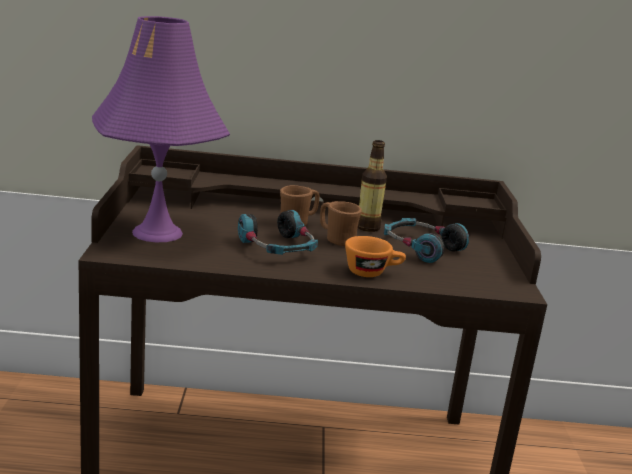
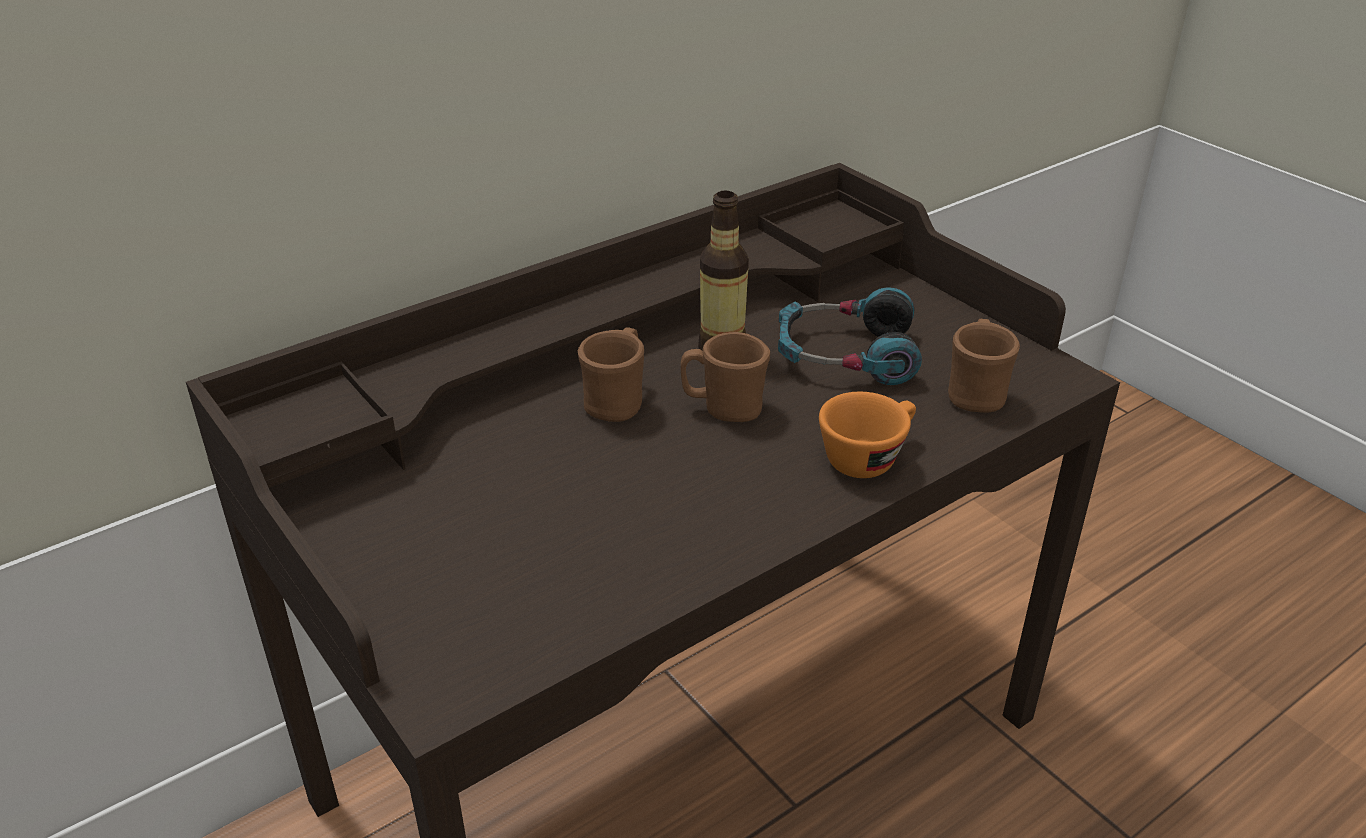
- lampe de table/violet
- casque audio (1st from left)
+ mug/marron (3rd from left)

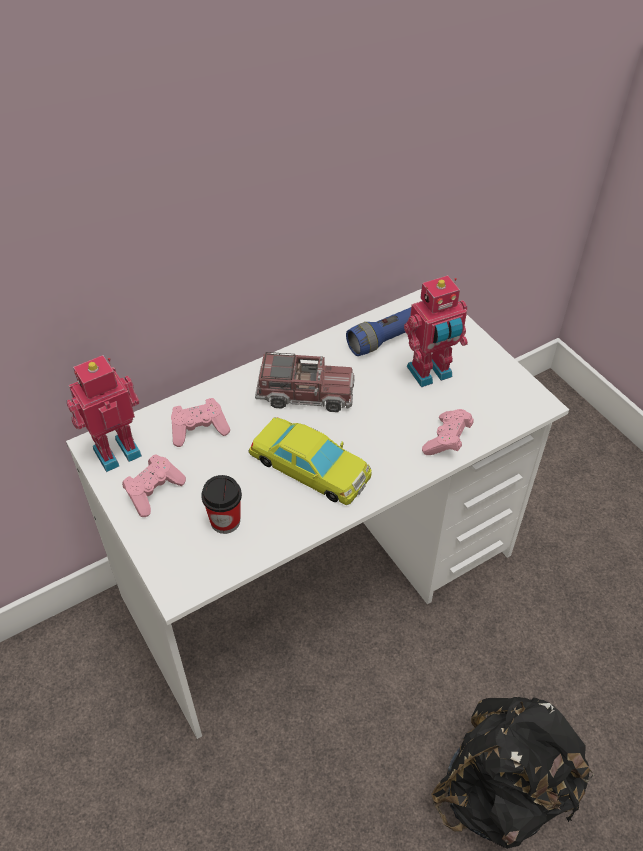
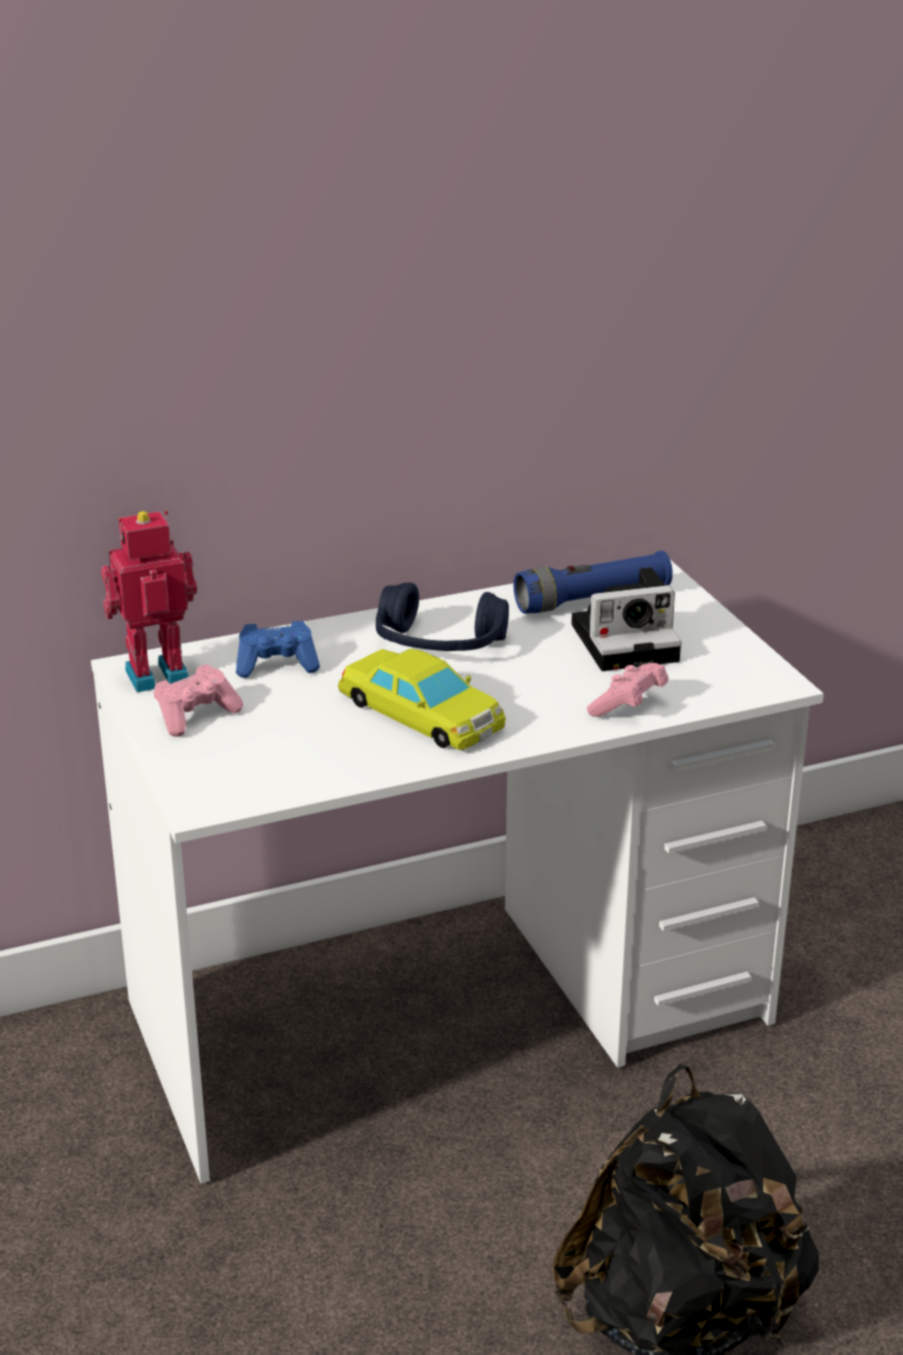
~ robot jouet (2nd from left) to appareil photo
~ camion jouet to casque audio/bleu
~ manette/rose (2nd from left) to manette/bleu
- tasse

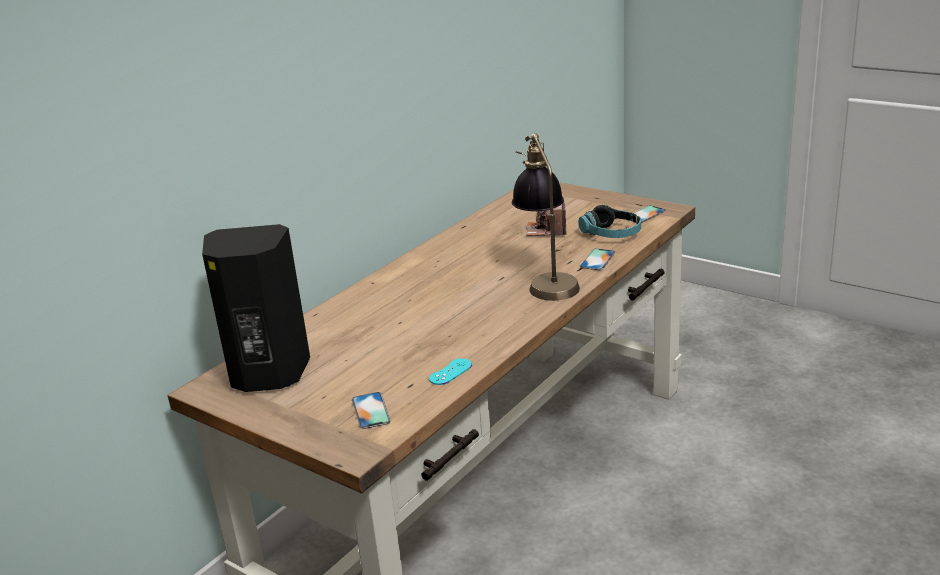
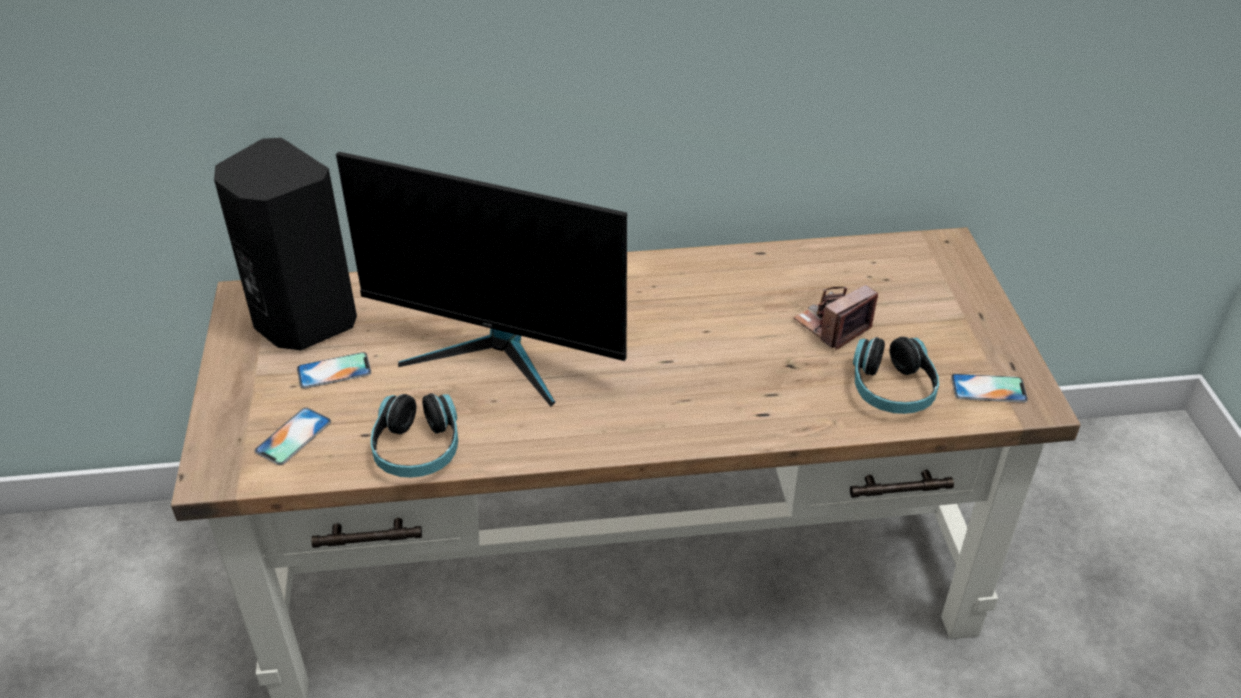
- lampe de table
~ téléphone (2nd from left)
~ manette/turquoise to casque audio (1st from left)
+ écran d'ordinateur

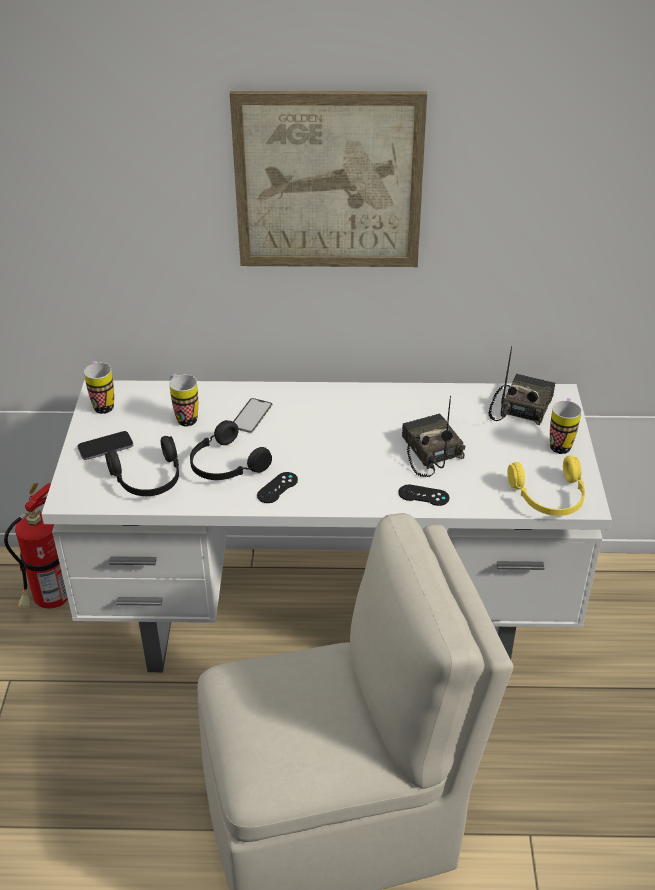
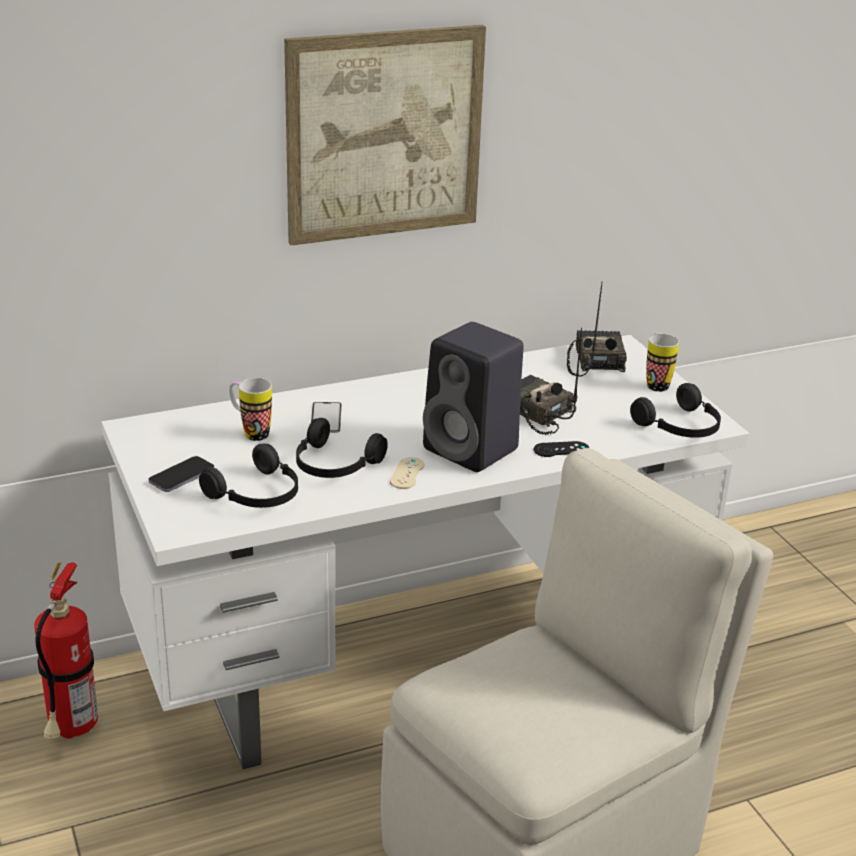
- mug (1st from left)
~ casque audio/jaune to casque audio/noir (3rd from left)
~ manette/noir (1st from left) to manette/beige
+ enceinte/noir

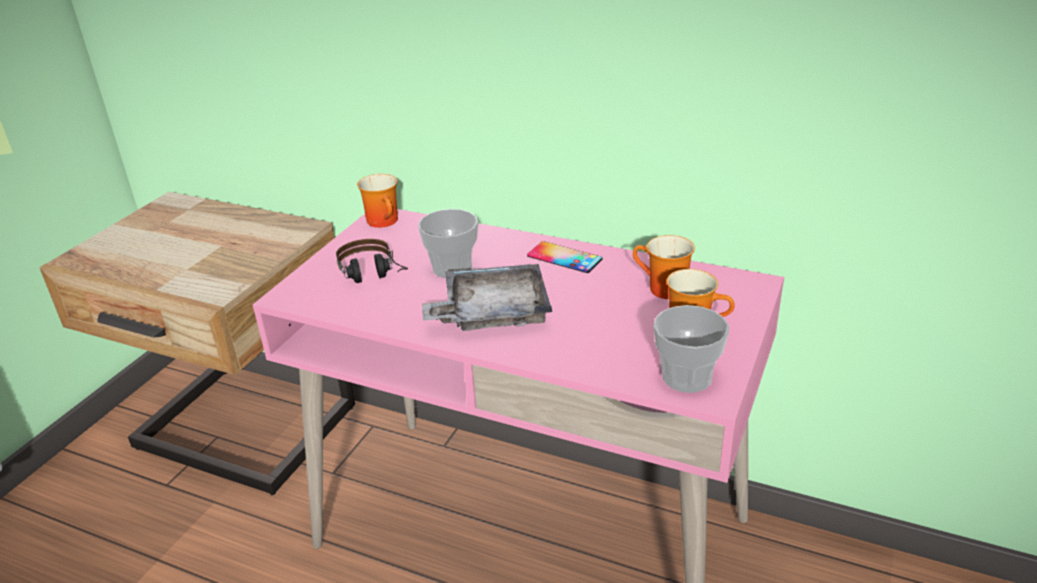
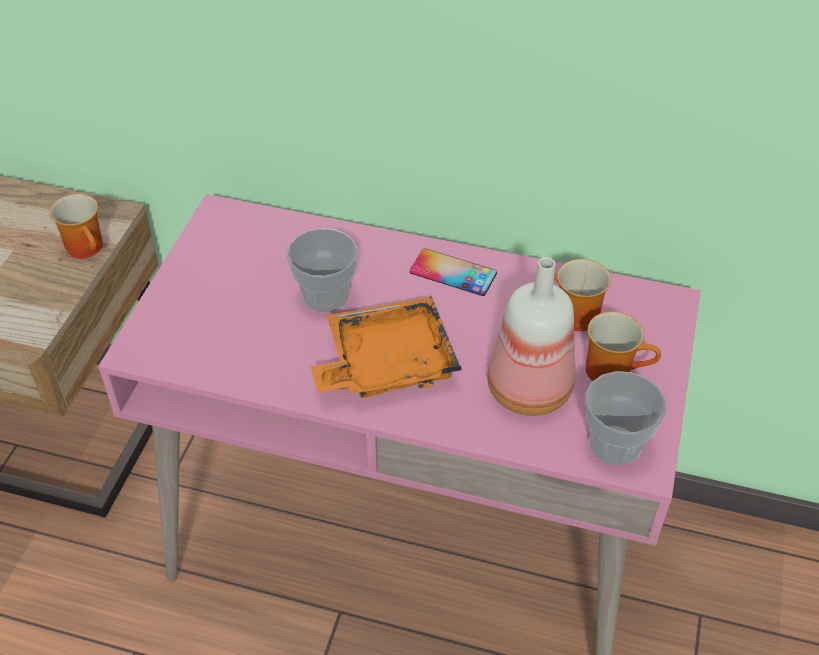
~ mug (1st from left)
- casque audio
~ plateau/gris to plateau/orange
+ bouteille

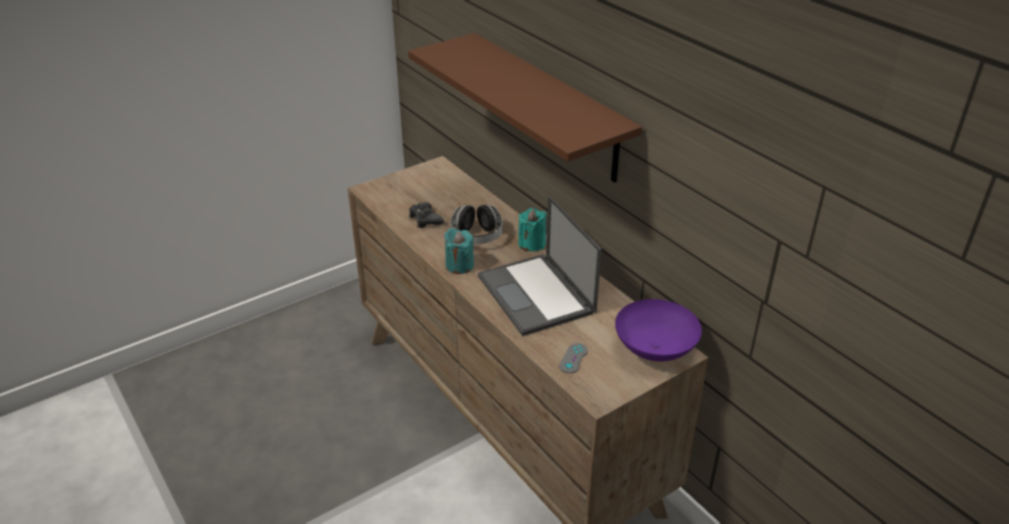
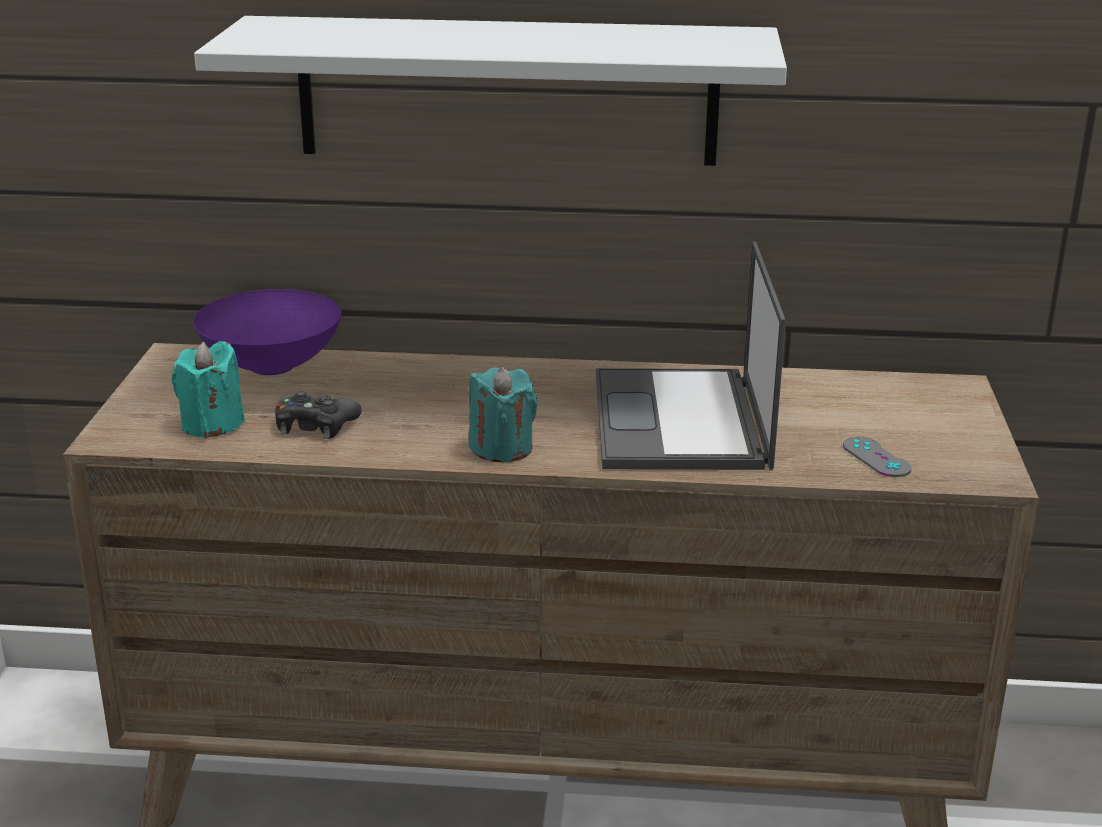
~ étagère/marron to étagère/blanc
~ ordinateur portable 75 degrees clockwise
- casque audio
~ bougie/turquoise (2nd from left in the first image) to bougie/turquoise (1st from left)
~ bol/violet

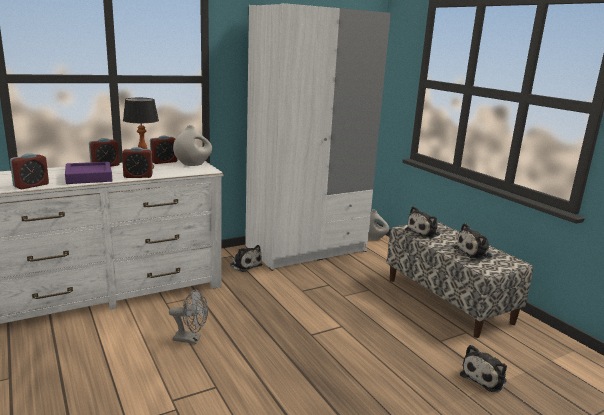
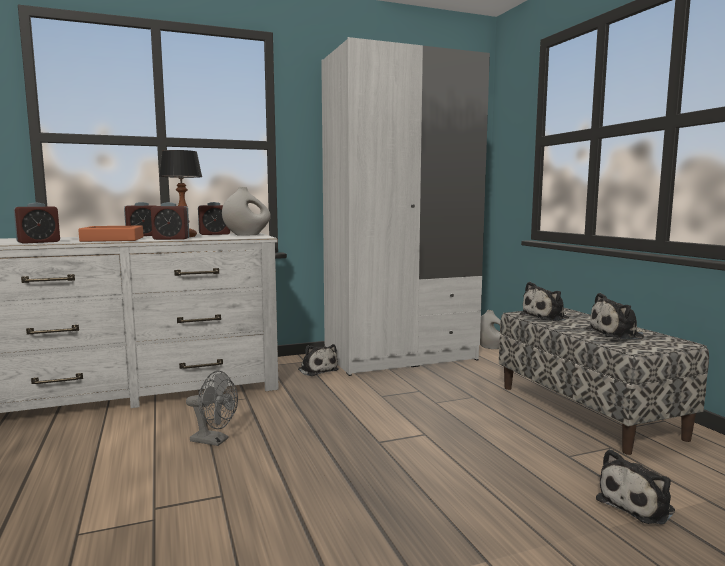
~ plateau/violet to plateau/orange

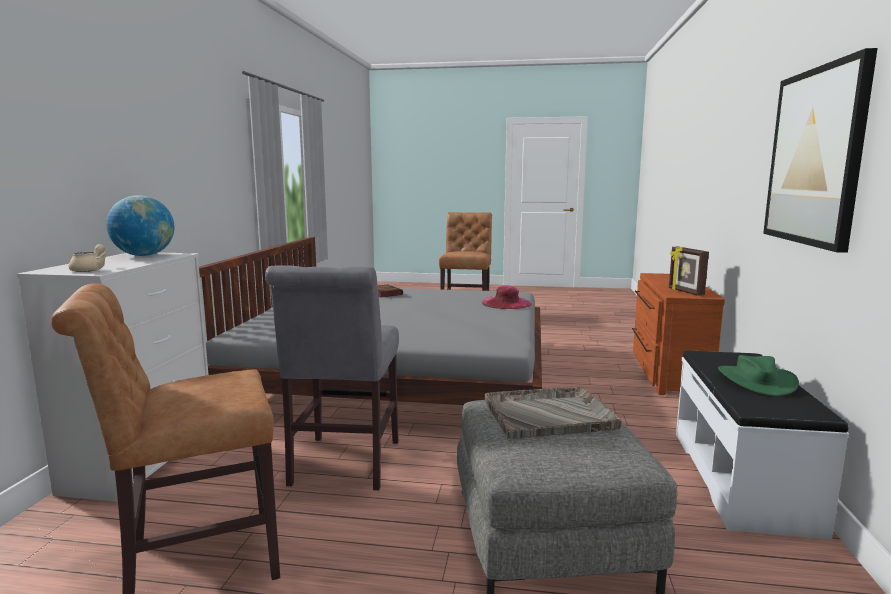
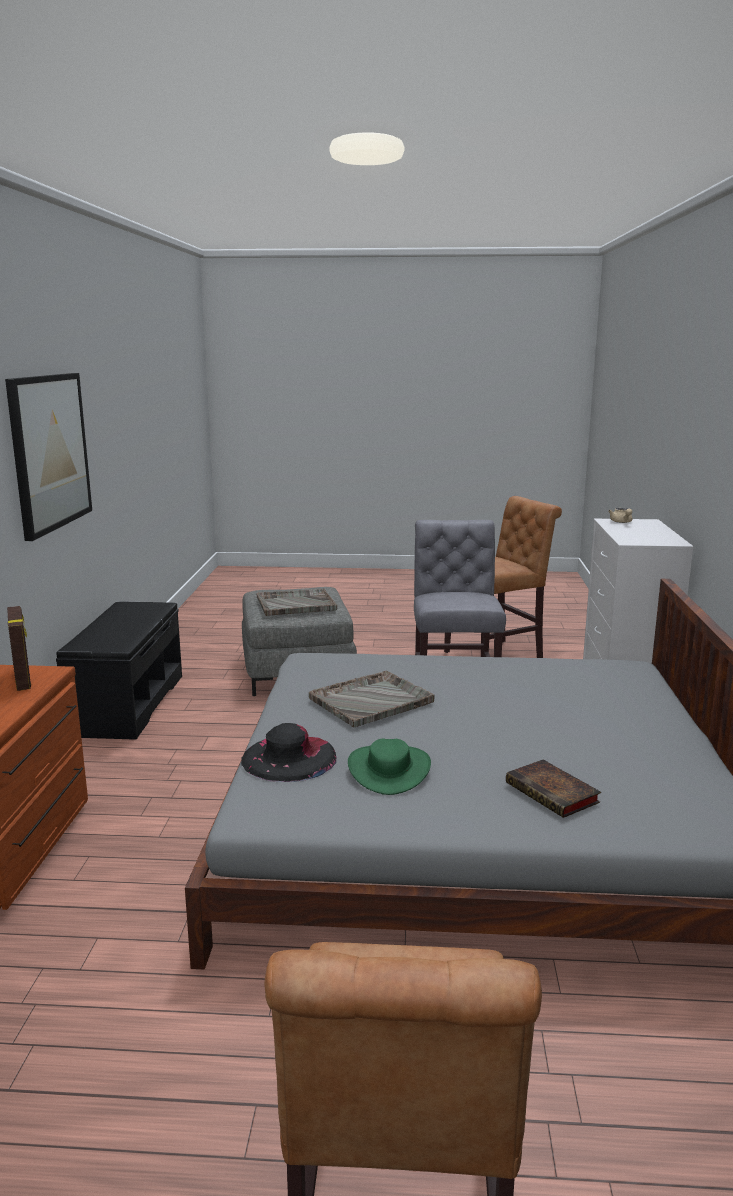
- globe
~ chapeau/rose to chapeau/noir
~ banc/blanc to banc/noir
~ chapeau/vert
+ plateau/gris (2nd from left)

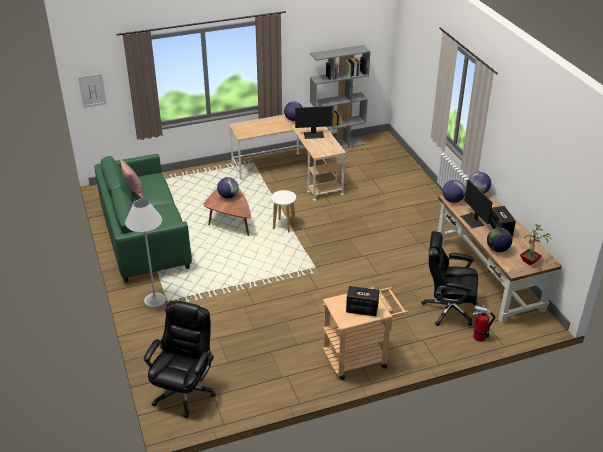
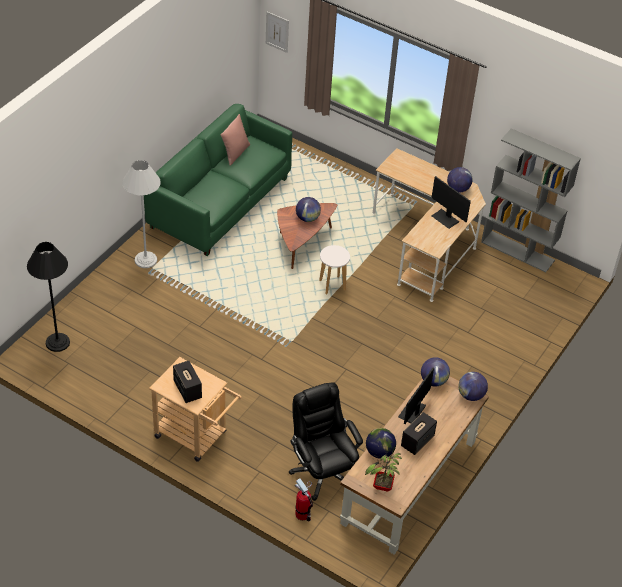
~ chaise de bureau/noir (1st from left) to lampadaire/noir

